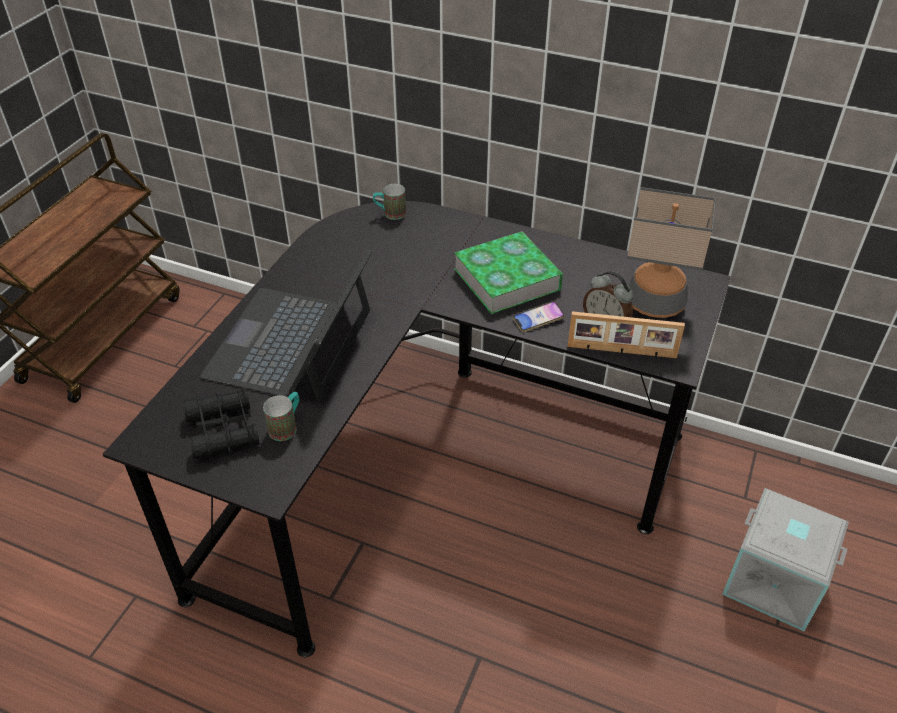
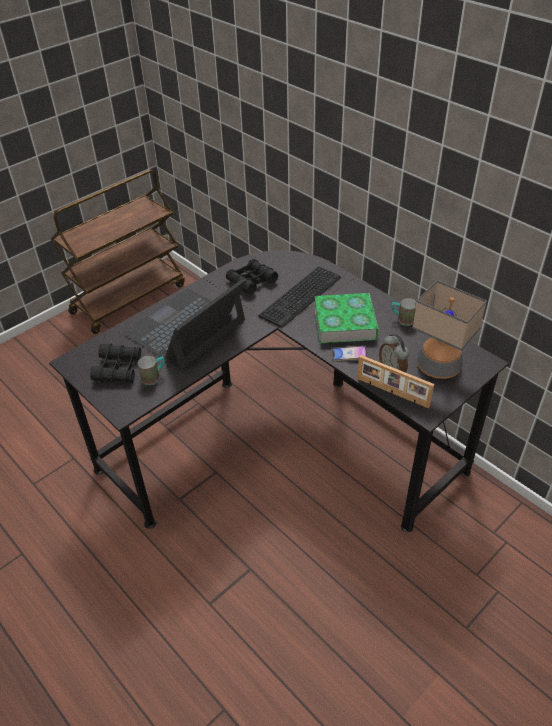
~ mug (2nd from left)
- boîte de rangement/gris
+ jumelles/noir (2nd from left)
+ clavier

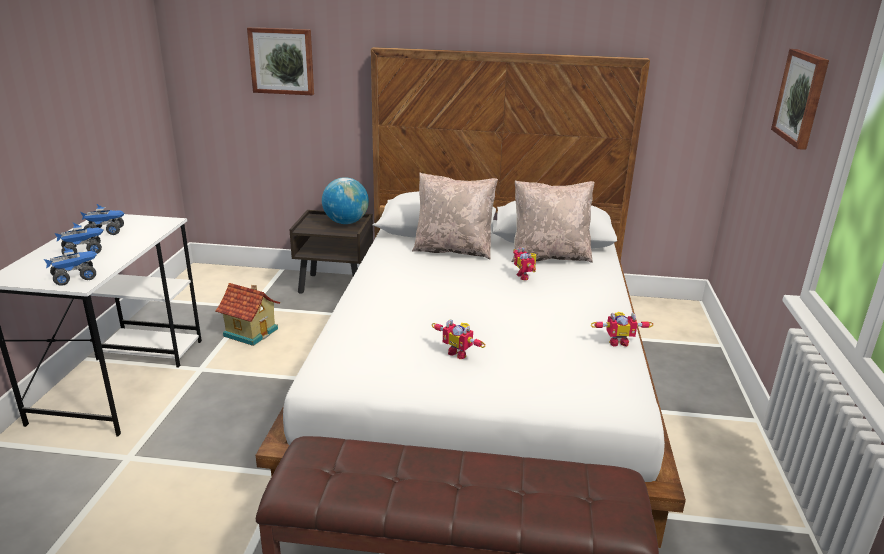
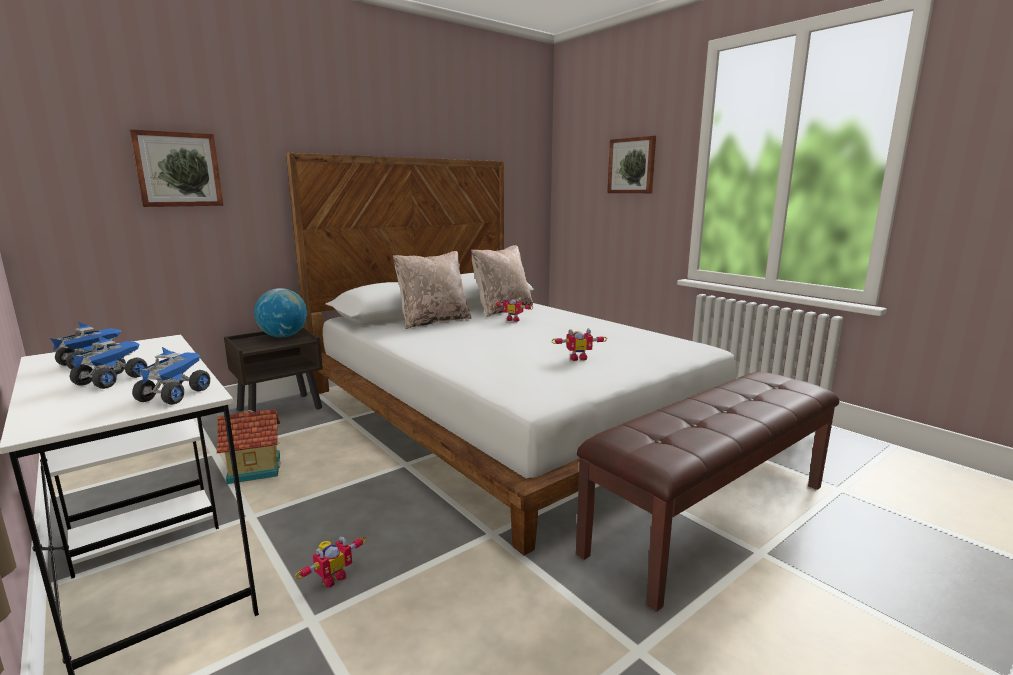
~ robot jouet (3rd from left in the first image) to robot jouet (1st from left)

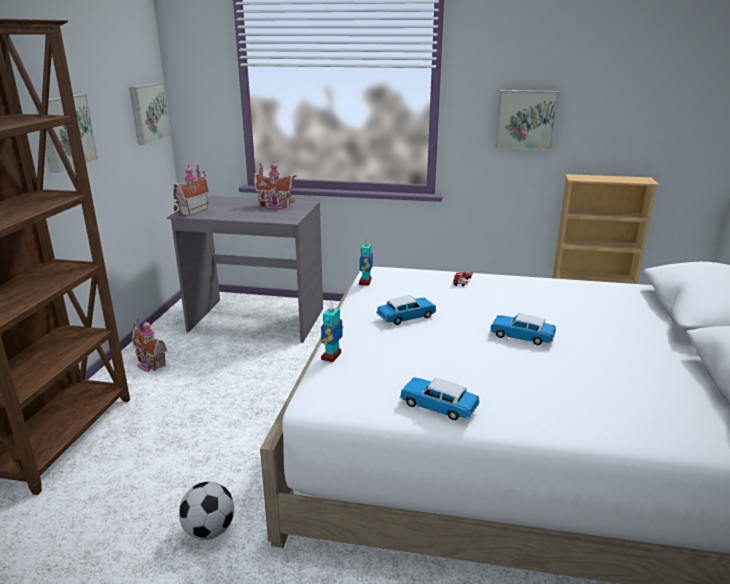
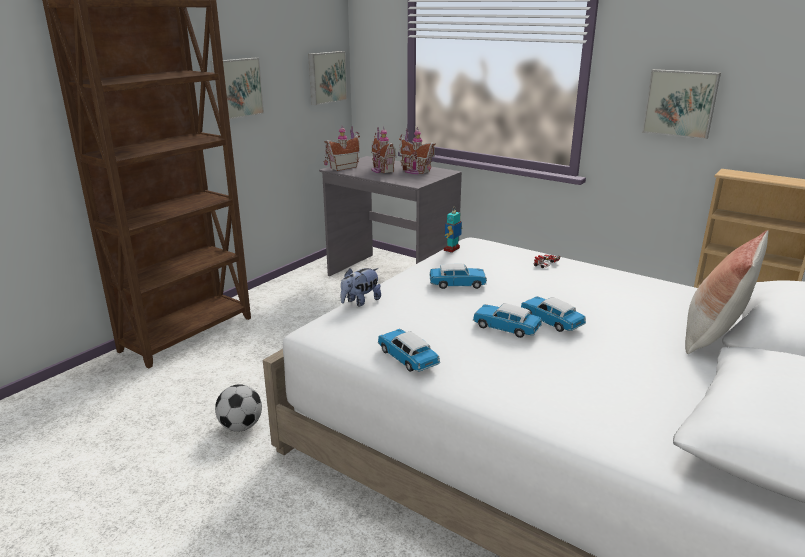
~ robot jouet (1st from left) to peluche
~ maison miniature (1st from left in the first image) to maison miniature (2nd from left)
+ coussin
+ petite voiture (3rd from left)

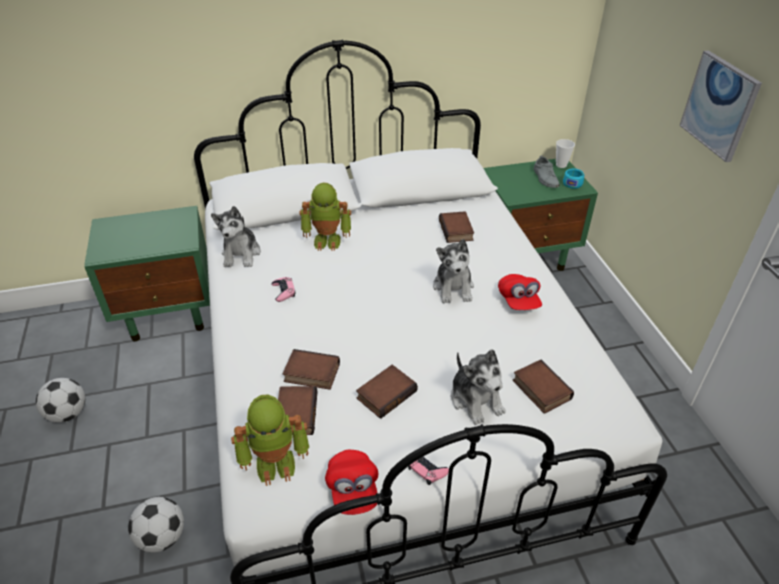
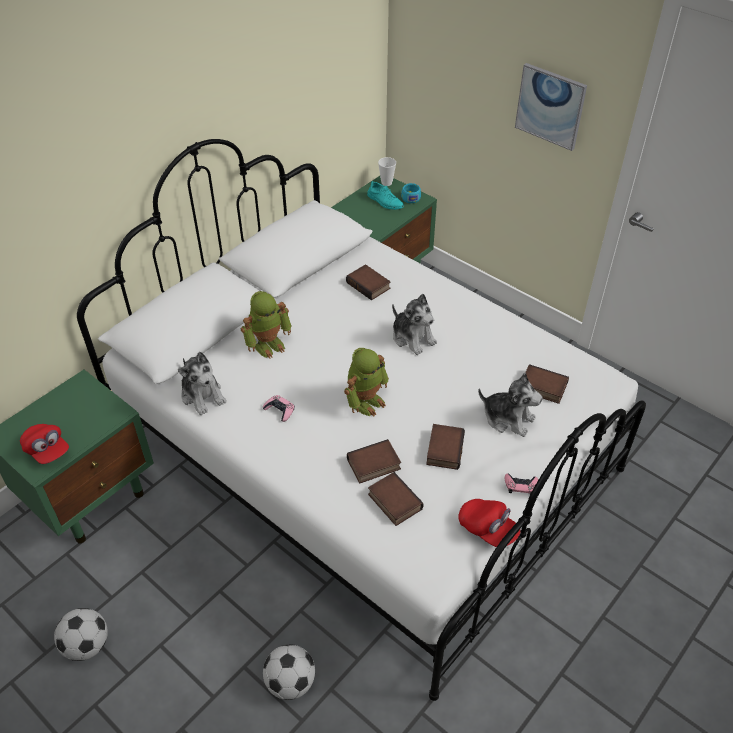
~ chaussure/gris to chaussure/turquoise
~ casquette/rouge (2nd from left in the first image) to casquette/rouge (1st from left)
~ robot jouet (1st from left in the first image) to robot jouet (2nd from left)

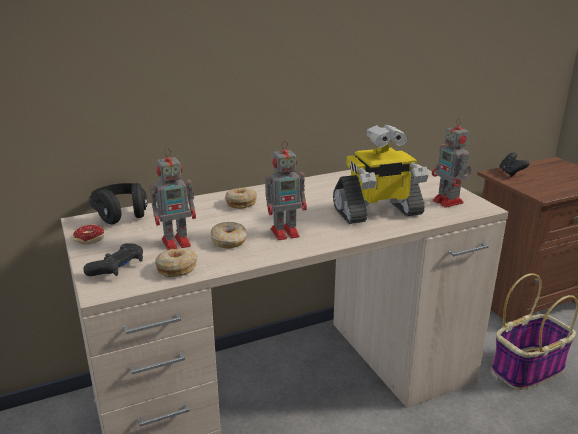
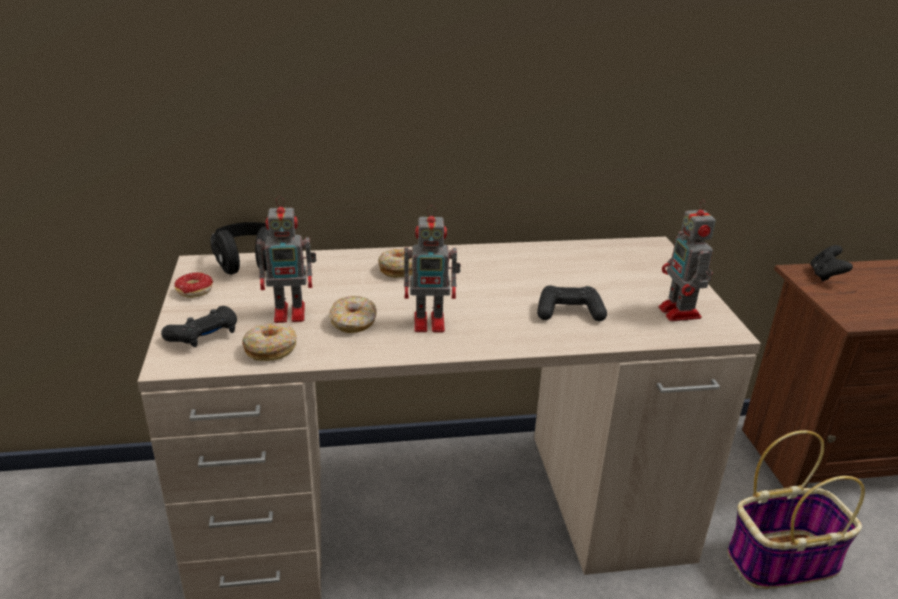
~ robot jouet (3rd from left) to manette/noir (2nd from left)

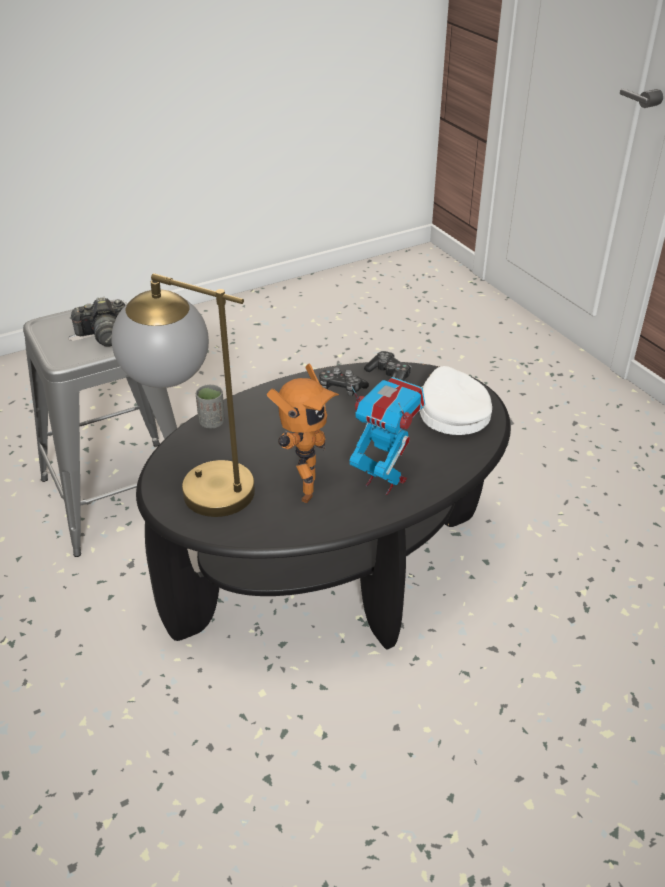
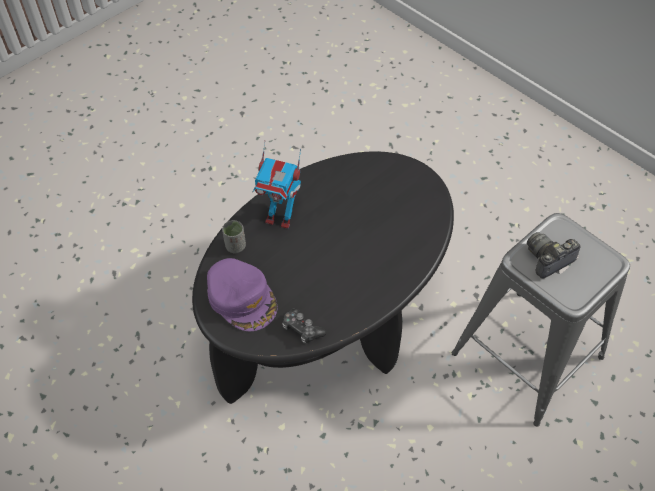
- lampe de table
- robot jouet (1st from left)
~ casquette/blanc to casquette/violet
- manette (1st from left)
~ tasse/gris

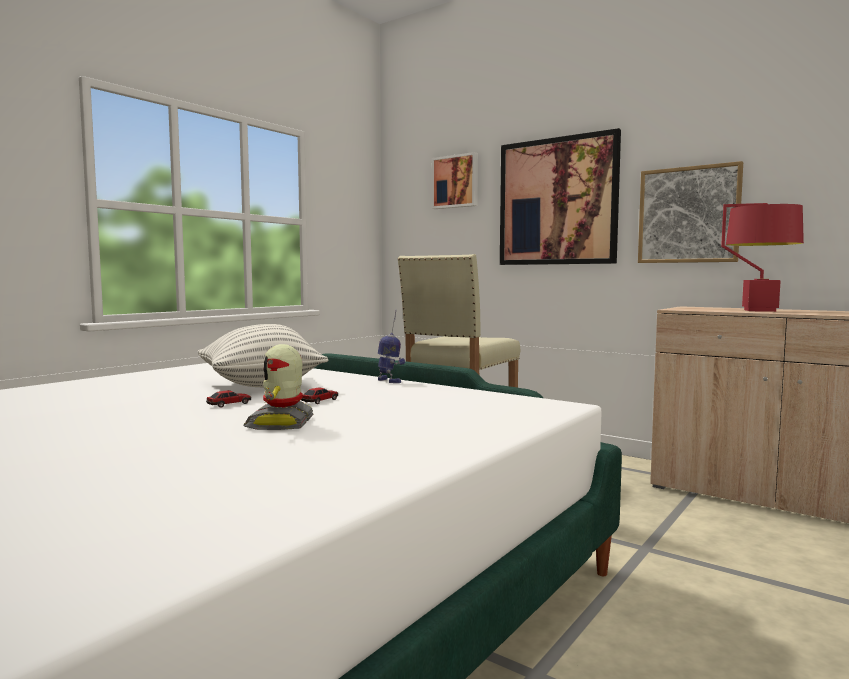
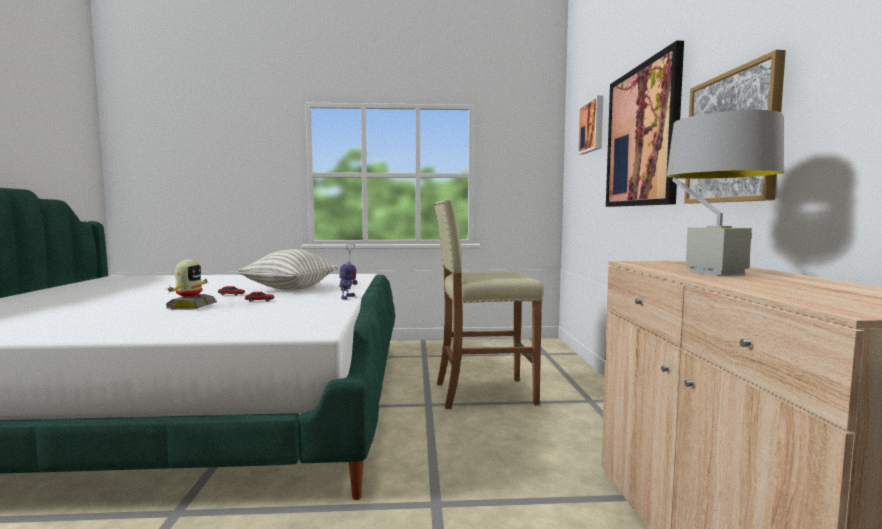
~ lampe de table/rouge to lampe de table/gris
~ robot jouet (1st from left) 135 degrees clockwise

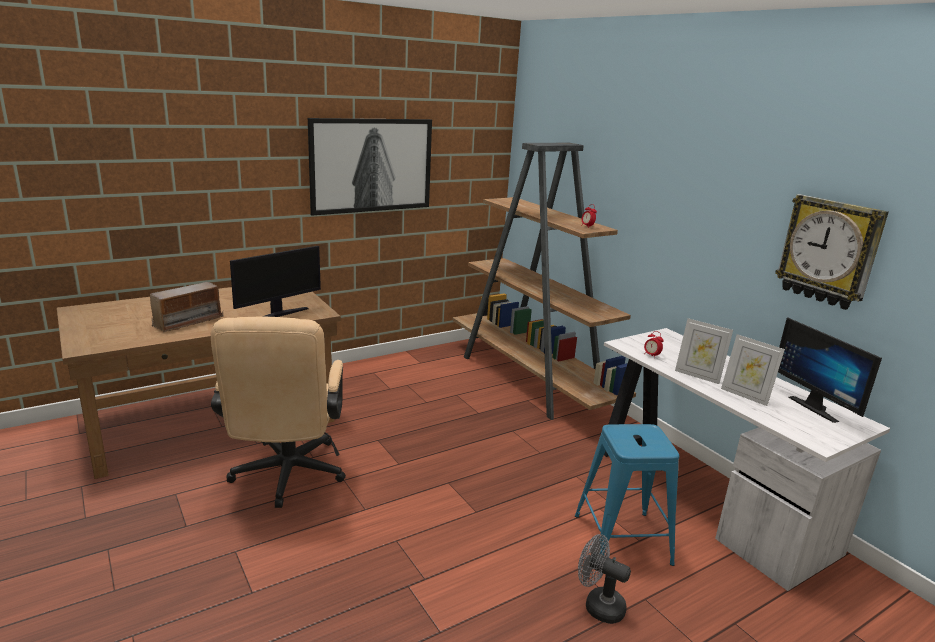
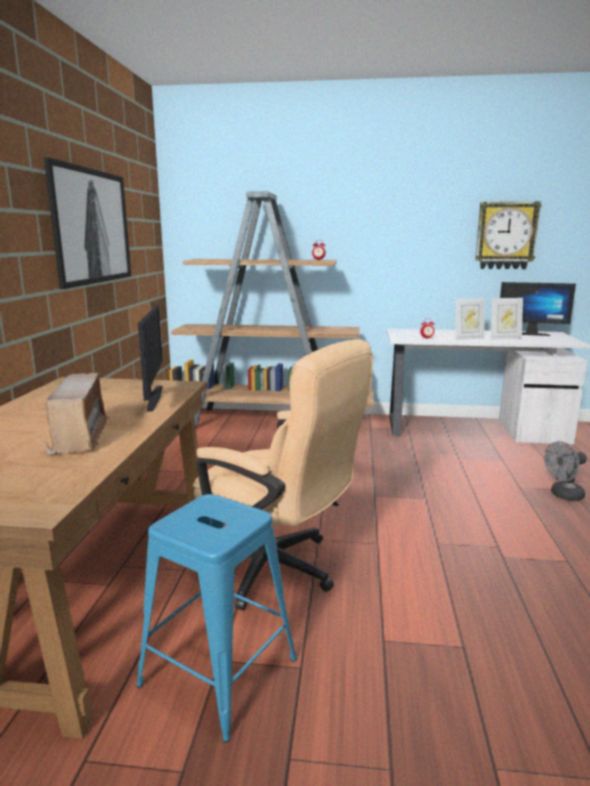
~ tabouret/bleu

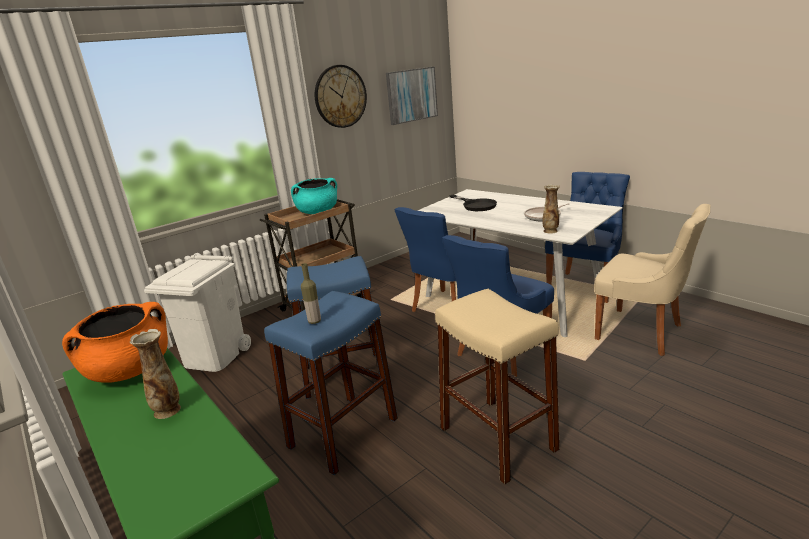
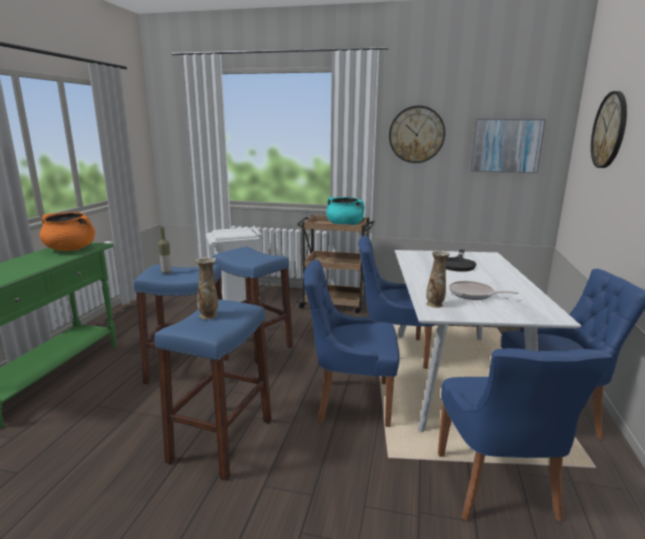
~ chaise/beige to chaise/bleu (3rd from left)
~ tabouret/beige to tabouret/bleu (2nd from left)
~ vase (1st from left)
+ horloge murale (2nd from left)

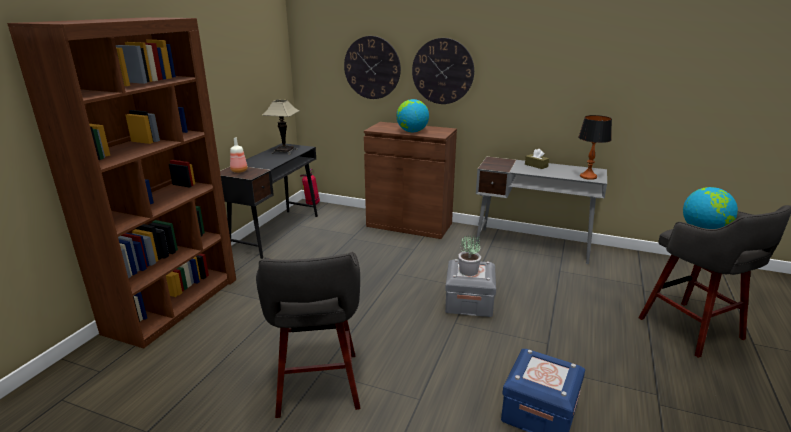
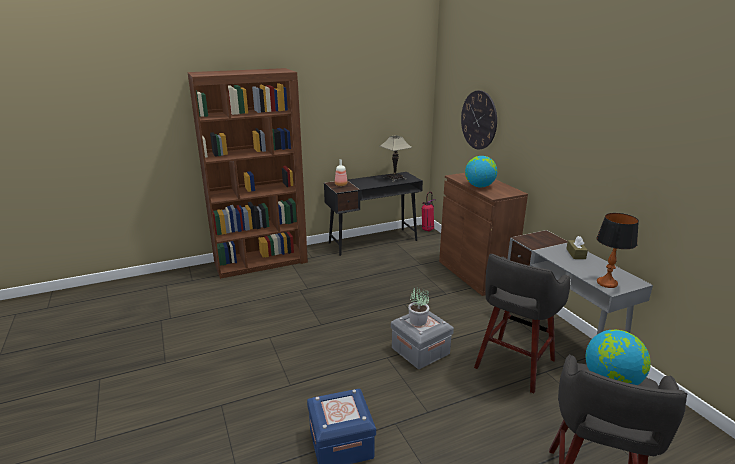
- horloge murale (2nd from left)
~ tabouret/gris (1st from left)

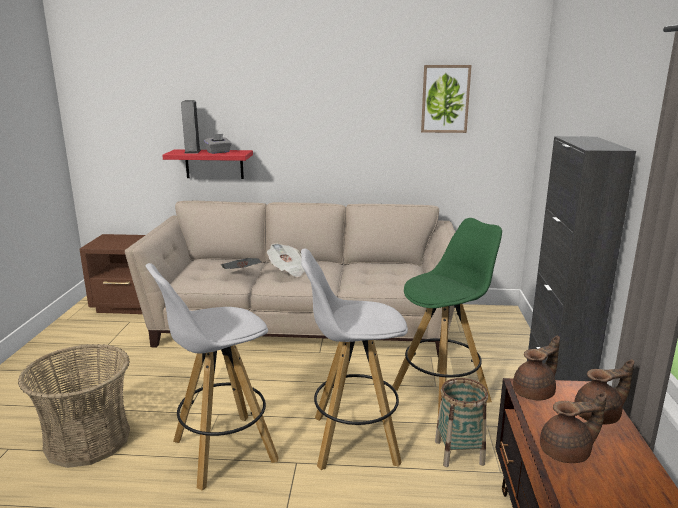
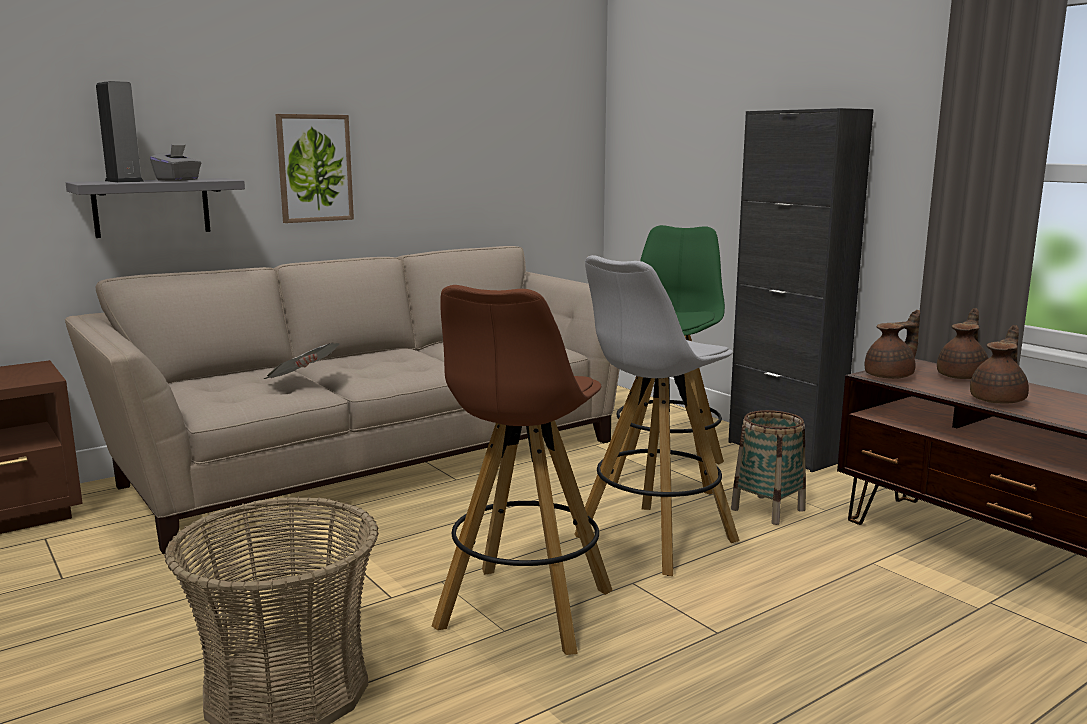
~ tableau
~ étagère/rouge to étagère/gris
- journal (2nd from left)
~ tabouret/blanc (1st from left) to tabouret/marron
~ théière/marron (1st from left) 45 degrees clockwise

